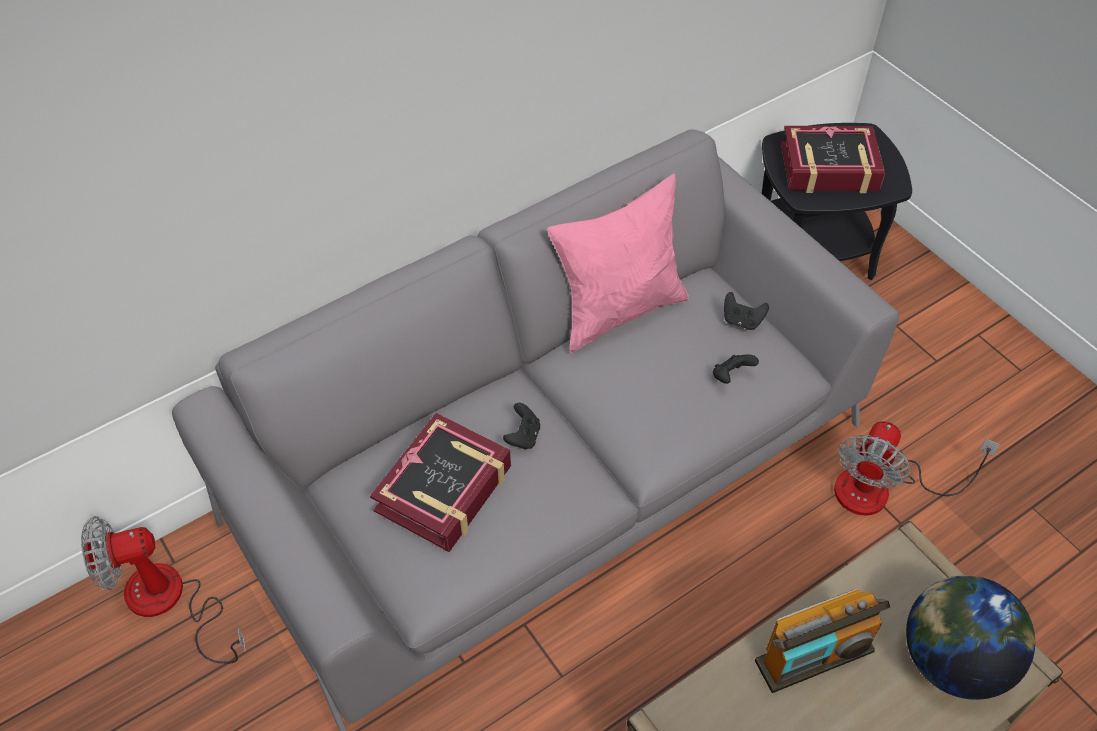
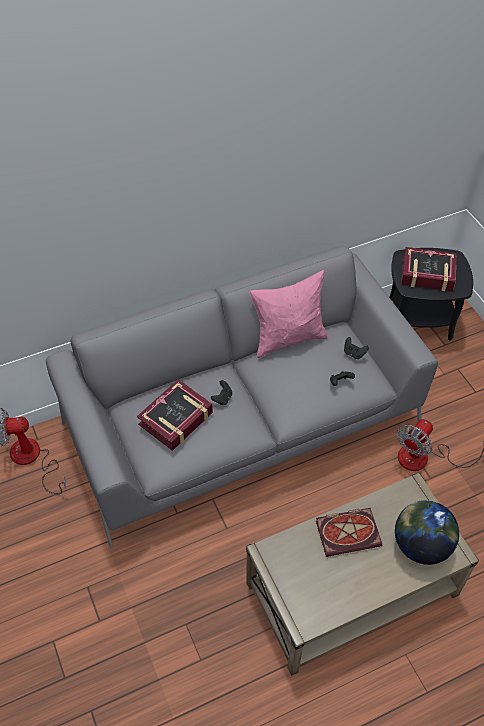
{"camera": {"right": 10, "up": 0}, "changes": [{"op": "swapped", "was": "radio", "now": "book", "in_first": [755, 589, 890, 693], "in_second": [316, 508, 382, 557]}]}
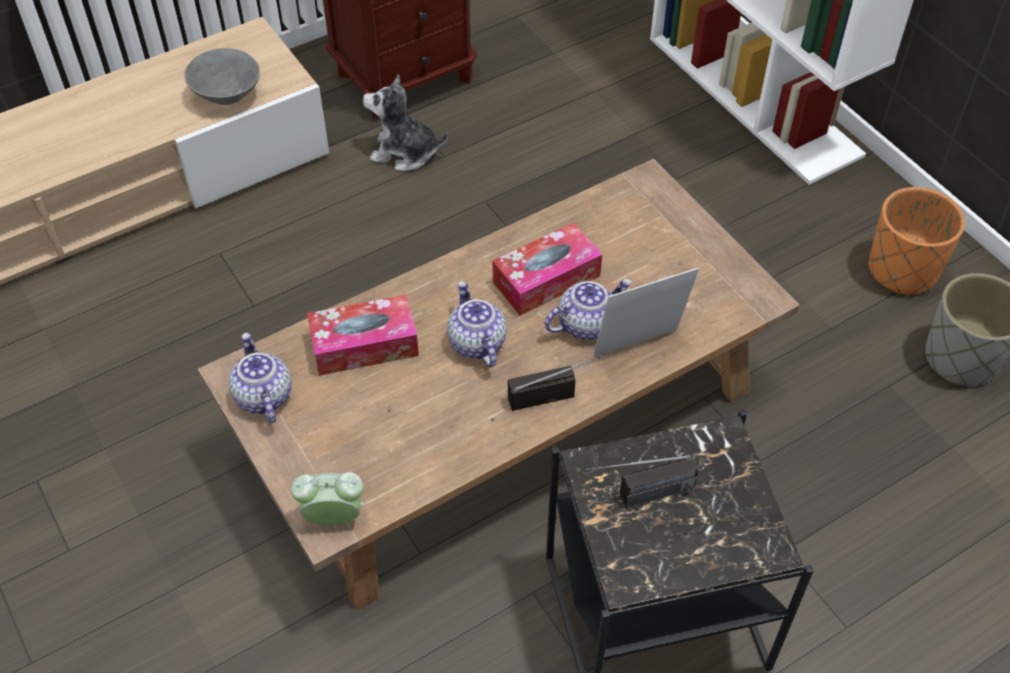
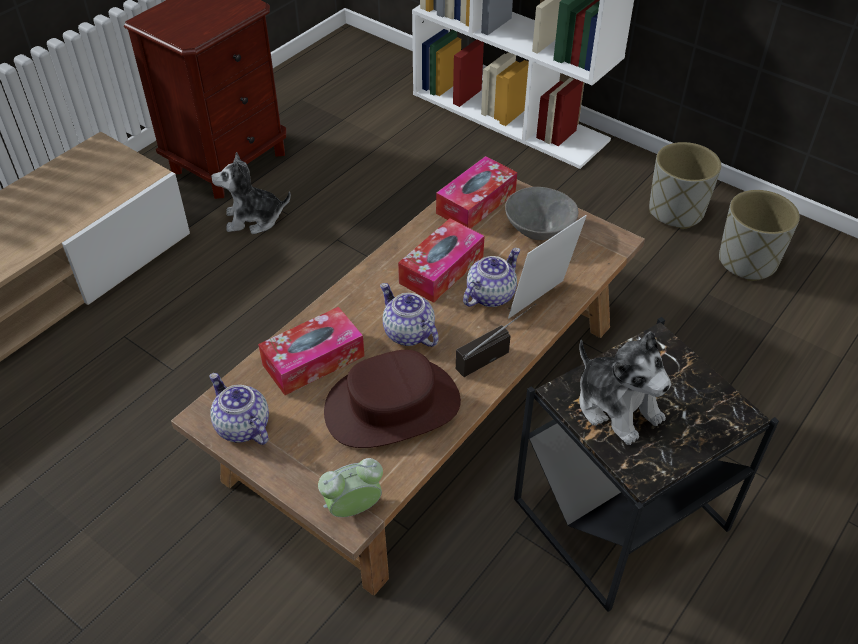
{"camera": {"right": -20, "up": -5}, "changes": [{"op": "shifted", "was": "bowl (grey)", "in_first": [185, 48, 260, 105], "in_second": [505, 187, 578, 240]}, {"op": "repainted", "was": "planter (orange)", "now": "planter (grey)", "in_first": [868, 187, 965, 296], "in_second": [649, 142, 721, 229]}, {"op": "swapped", "was": "radio", "now": "plush toy", "in_first": [586, 455, 699, 508], "in_second": [579, 331, 671, 445]}, {"op": "new", "now": "tissue box", "in_second": [436, 156, 517, 229]}, {"op": "new", "now": "hat (brown)", "in_second": [324, 350, 461, 448]}]}
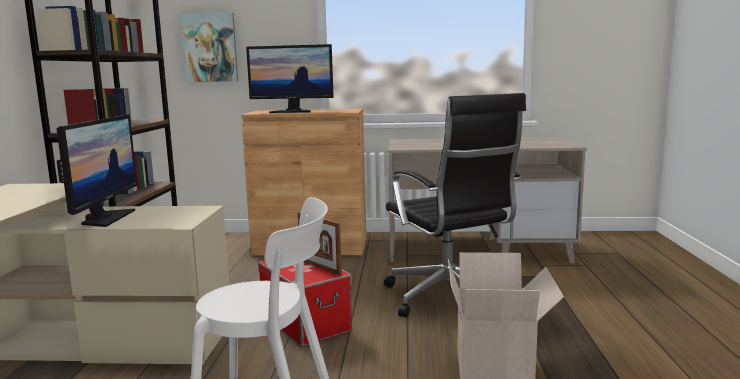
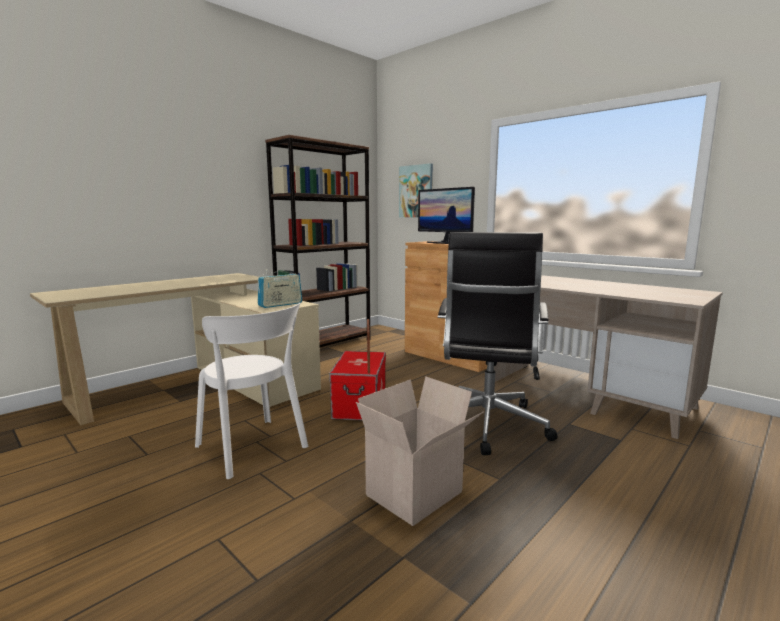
{"camera": {"right": 40, "up": 0}, "changes": [{"op": "gone", "was": "monitor", "in_first": [56, 115, 137, 227]}, {"op": "new", "now": "radio", "in_second": [258, 269, 302, 308]}]}
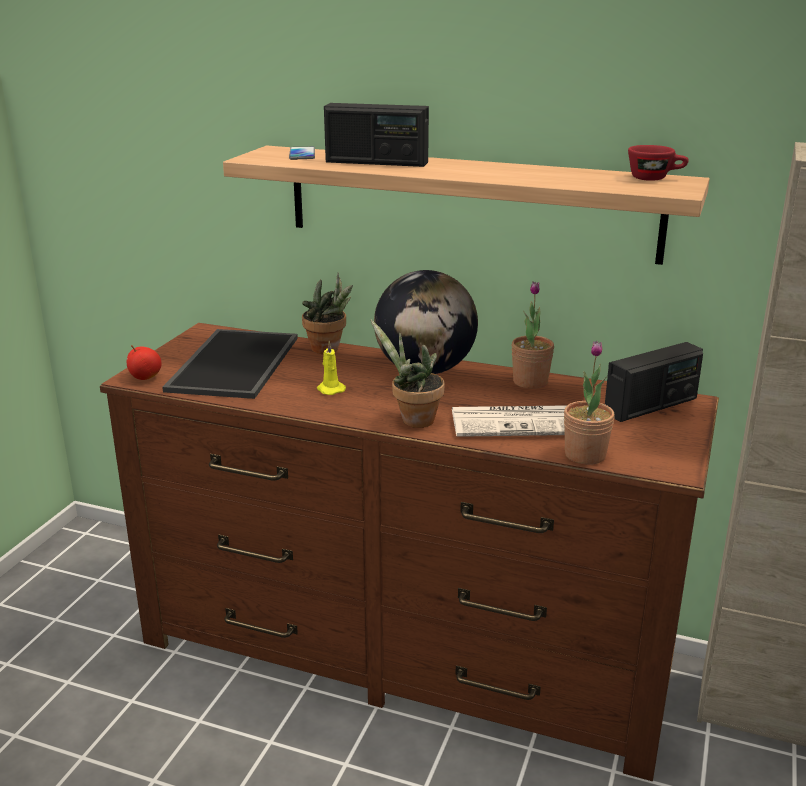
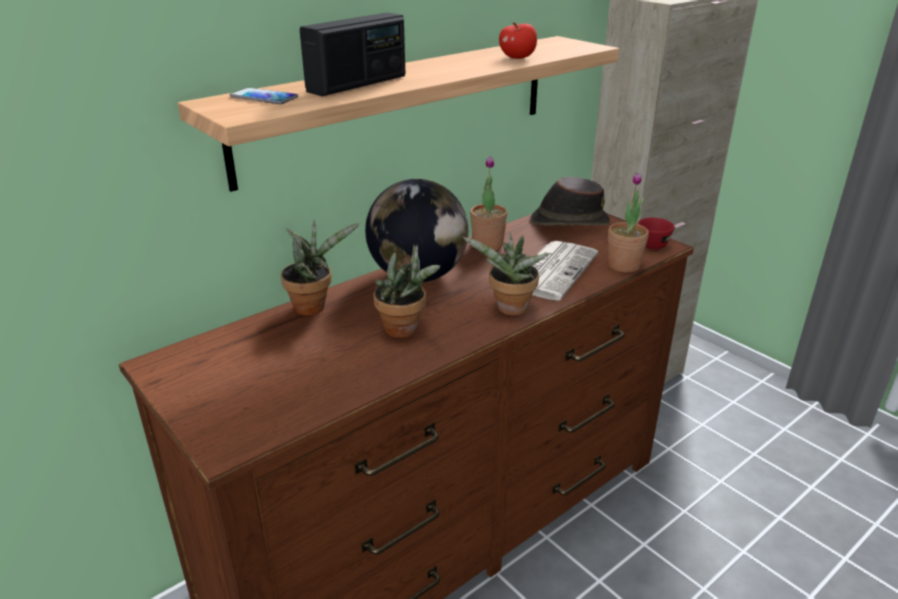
{"camera": {"right": -60, "up": 5}, "changes": [{"op": "shifted", "was": "cup (red)", "in_first": [628, 145, 689, 181], "in_second": [638, 218, 675, 249]}, {"op": "gone", "was": "tray", "in_first": [162, 329, 298, 399]}, {"op": "swapped", "was": "candle (yellow)", "now": "potted plant", "in_first": [317, 341, 346, 395], "in_second": [374, 245, 440, 338]}, {"op": "swapped", "was": "radio", "now": "hat (brown)", "in_first": [605, 342, 703, 422], "in_second": [530, 177, 610, 226]}, {"op": "shifted", "was": "apple", "in_first": [127, 345, 162, 380], "in_second": [499, 23, 537, 59]}]}
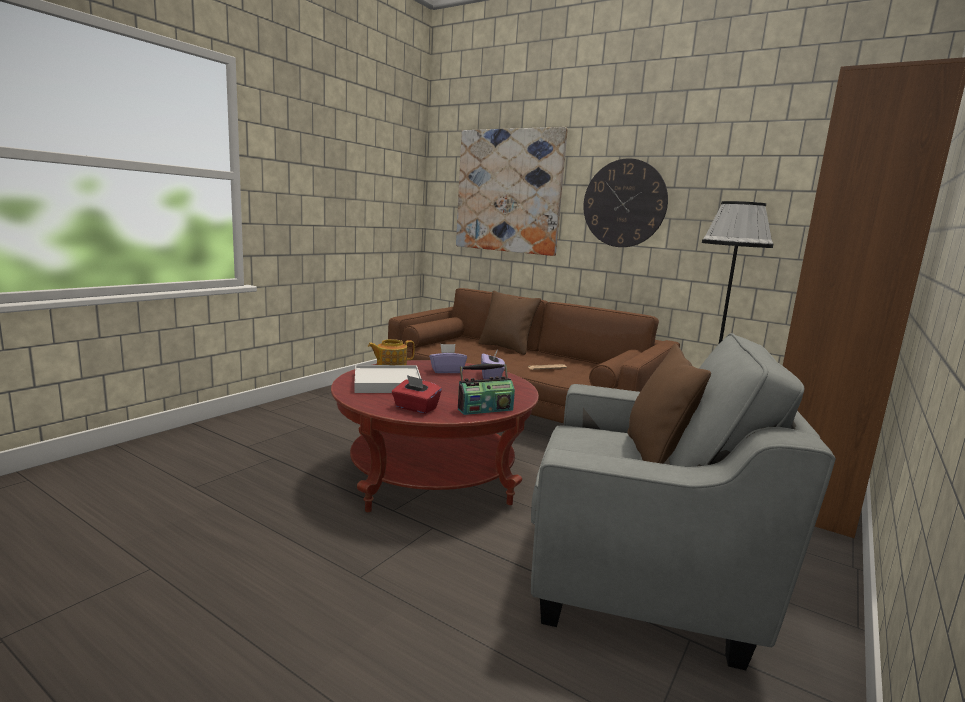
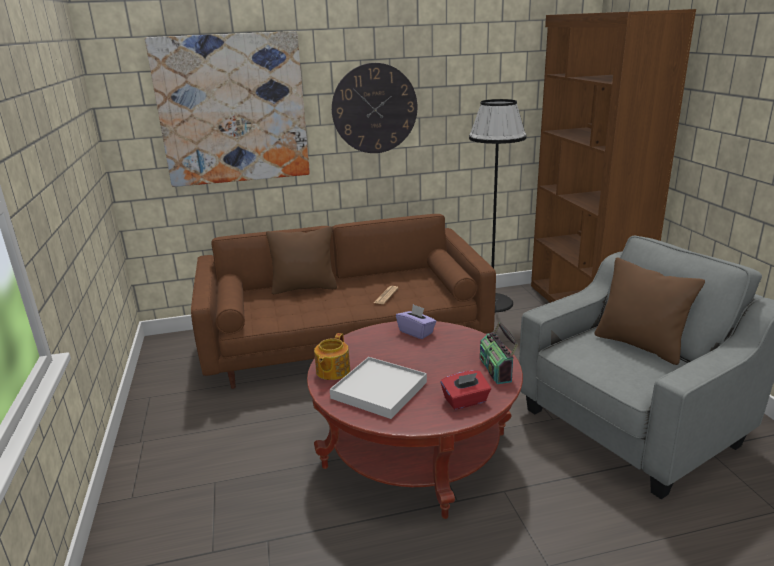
{"camera": {"right": -45, "up": 10}, "changes": [{"op": "gone", "was": "tissue box (purple)", "in_first": [429, 344, 467, 373]}, {"op": "rotated", "was": "radio", "in_first": [458, 364, 515, 415], "in_second": [480, 322, 518, 384], "clockwise": 150}]}
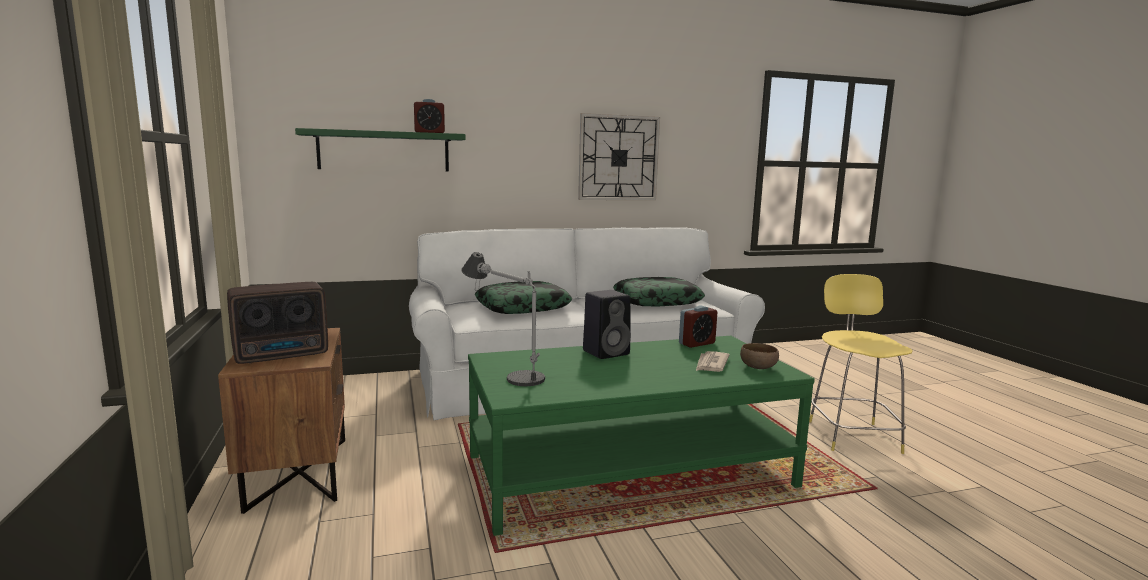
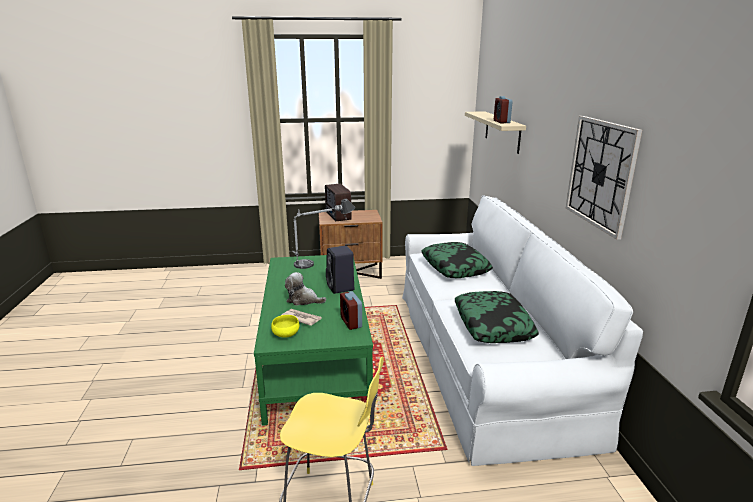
{"camera": {"right": 100, "up": 10}, "changes": [{"op": "repainted", "was": "shelf (green)", "now": "shelf (beige)", "in_first": [295, 128, 466, 171], "in_second": [465, 111, 526, 154]}, {"op": "repainted", "was": "bowl (brown)", "now": "bowl (yellow)", "in_first": [740, 343, 779, 369], "in_second": [271, 315, 300, 338]}, {"op": "new", "now": "plush toy", "in_second": [285, 272, 326, 306]}]}
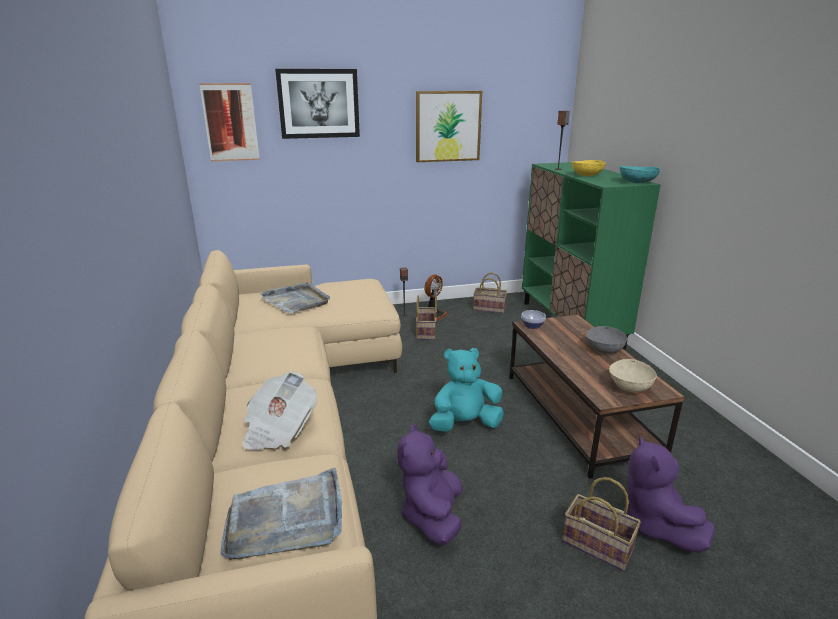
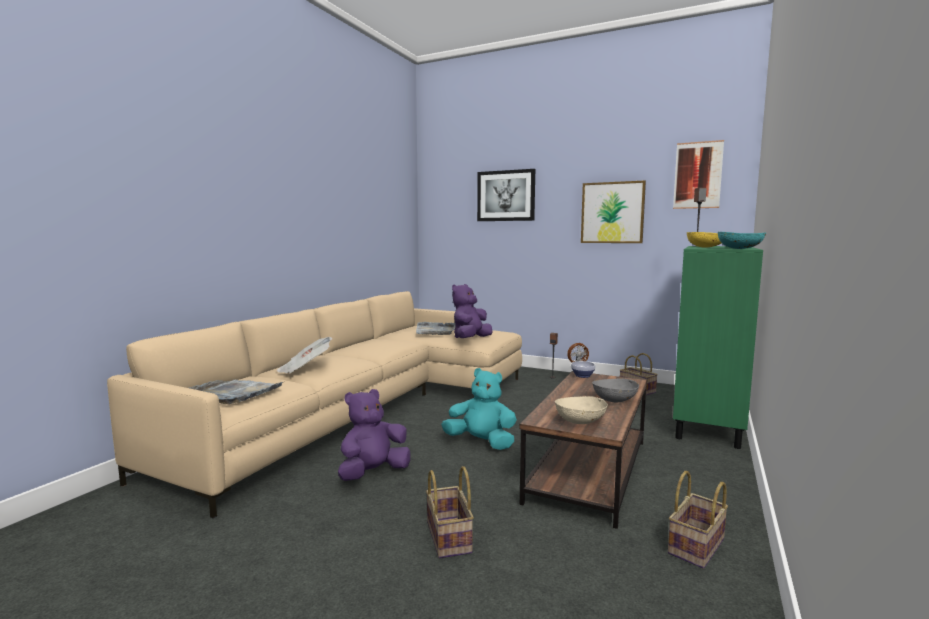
{"camera": {"right": 40, "up": -15}, "changes": [{"op": "shifted", "was": "picture", "in_first": [199, 83, 260, 161], "in_second": [673, 140, 724, 209]}, {"op": "shifted", "was": "basket", "in_first": [416, 295, 437, 340], "in_second": [668, 471, 728, 569]}, {"op": "shifted", "was": "plush toy (purple)", "in_first": [627, 435, 715, 553], "in_second": [452, 284, 492, 338]}]}
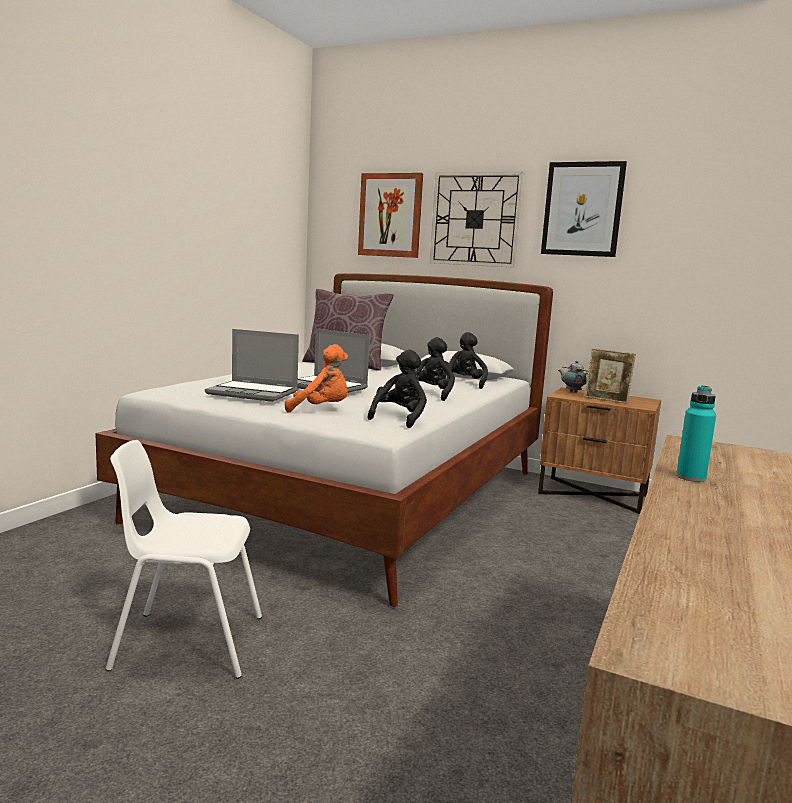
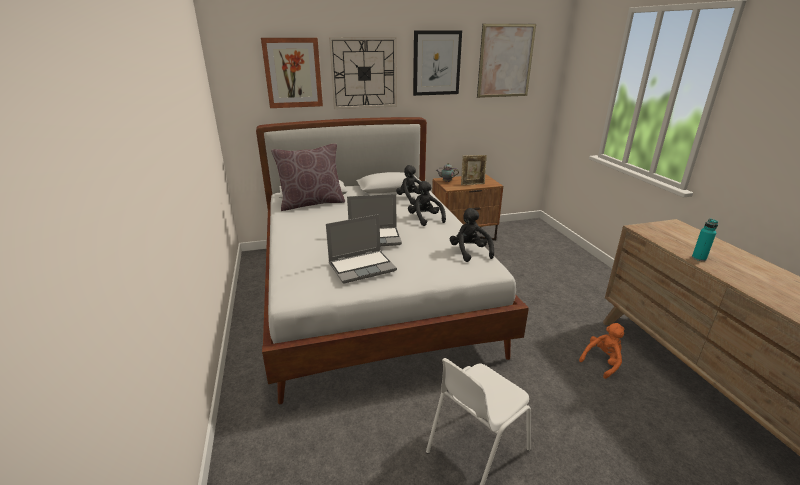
{"camera": {"right": -40, "up": 15}, "changes": [{"op": "shifted", "was": "plush toy (orange)", "in_first": [285, 344, 348, 413], "in_second": [579, 323, 624, 379]}, {"op": "new", "now": "picture", "in_second": [477, 24, 536, 98]}]}
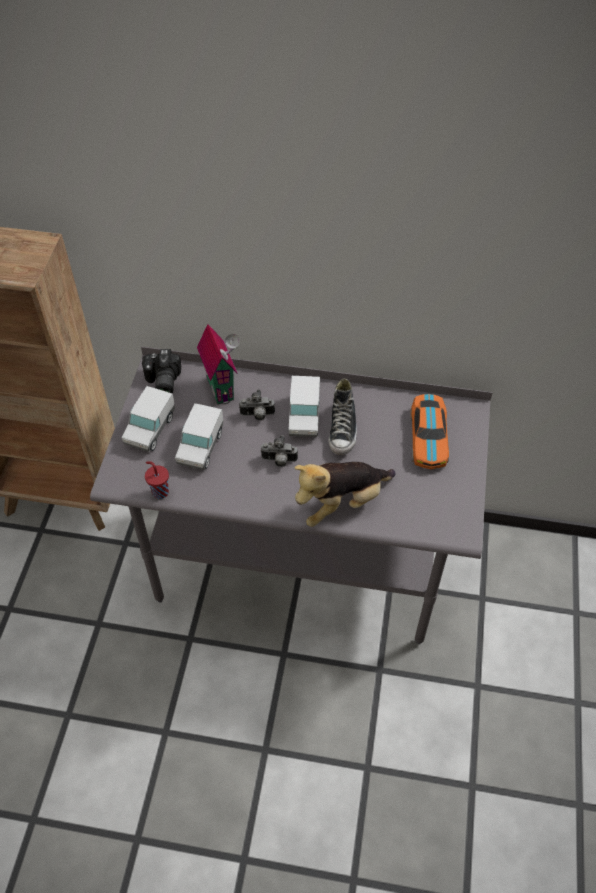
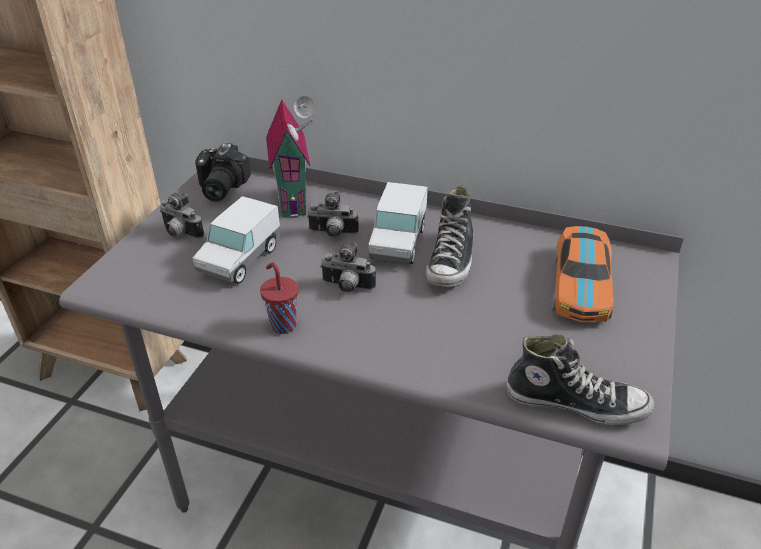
{"camera": {"right": 10, "up": -15}, "changes": [{"op": "swapped", "was": "toy truck", "now": "photo camera", "in_first": [121, 386, 175, 452], "in_second": [160, 193, 204, 239]}, {"op": "shifted", "was": "cup (red)", "in_first": [145, 461, 169, 499], "in_second": [260, 262, 299, 334]}, {"op": "gone", "was": "plush toy", "in_first": [294, 462, 396, 527]}, {"op": "new", "now": "shoe", "in_second": [506, 334, 654, 426]}]}
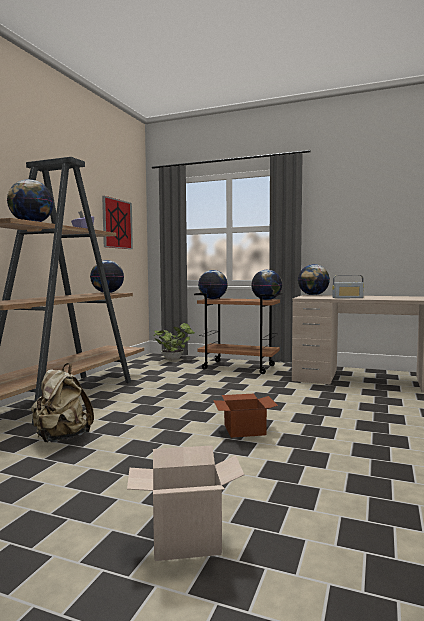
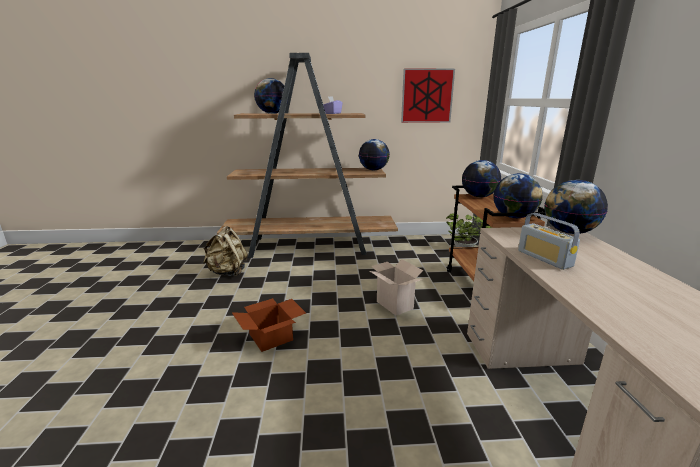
{"camera": {"right": 65, "up": 15}, "changes": [{"op": "shifted", "was": "cardboard box", "in_first": [127, 445, 244, 561], "in_second": [370, 259, 423, 316]}]}
